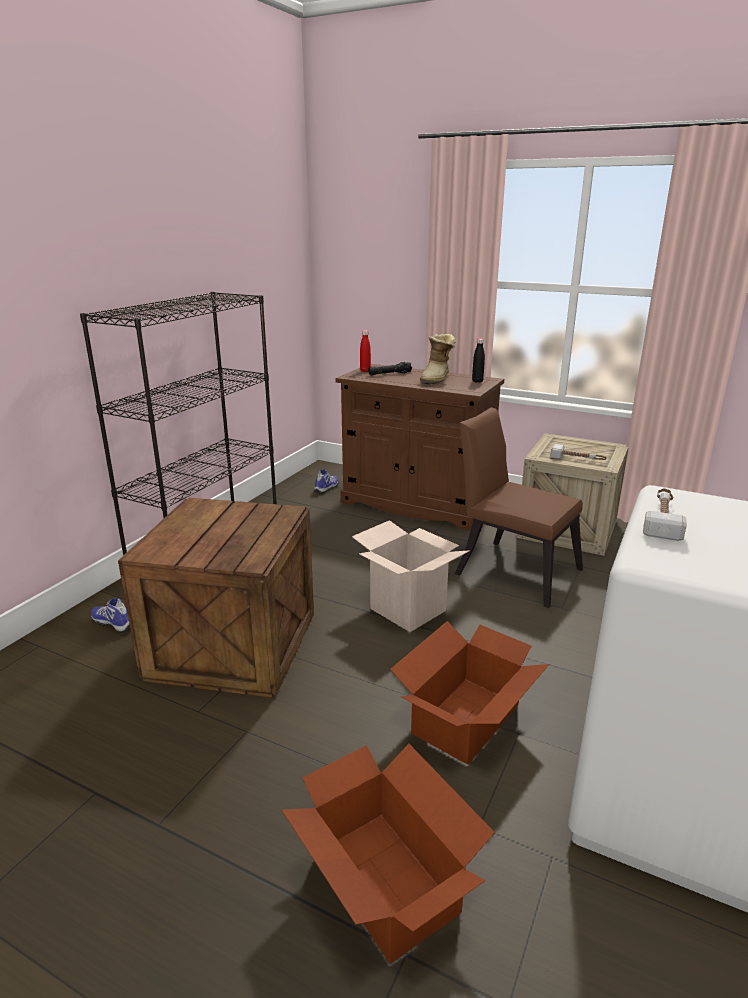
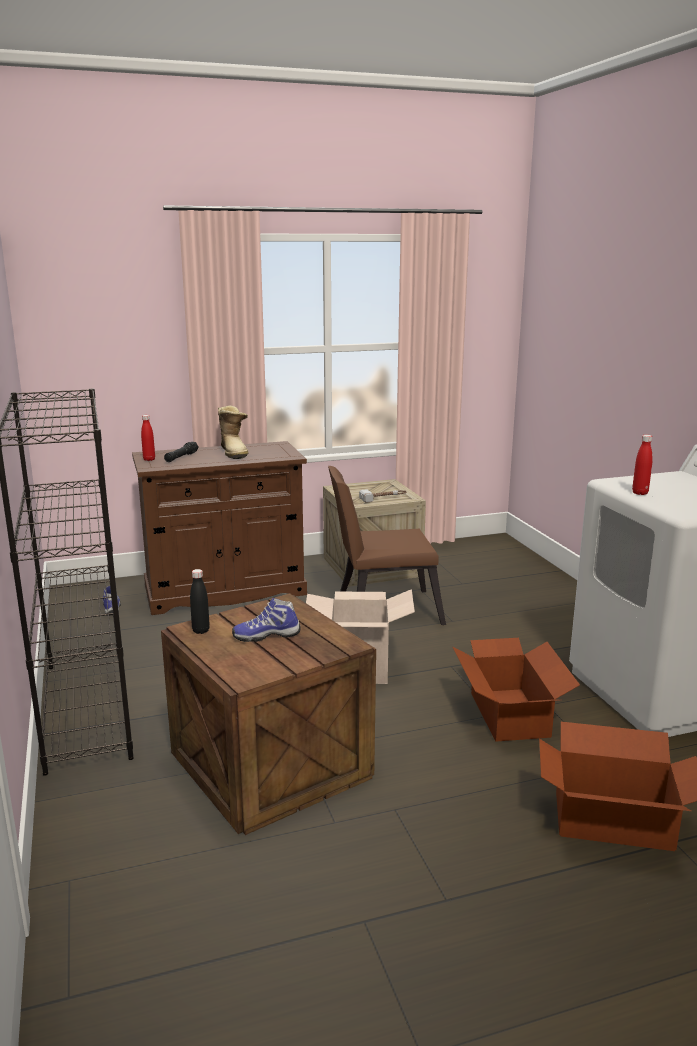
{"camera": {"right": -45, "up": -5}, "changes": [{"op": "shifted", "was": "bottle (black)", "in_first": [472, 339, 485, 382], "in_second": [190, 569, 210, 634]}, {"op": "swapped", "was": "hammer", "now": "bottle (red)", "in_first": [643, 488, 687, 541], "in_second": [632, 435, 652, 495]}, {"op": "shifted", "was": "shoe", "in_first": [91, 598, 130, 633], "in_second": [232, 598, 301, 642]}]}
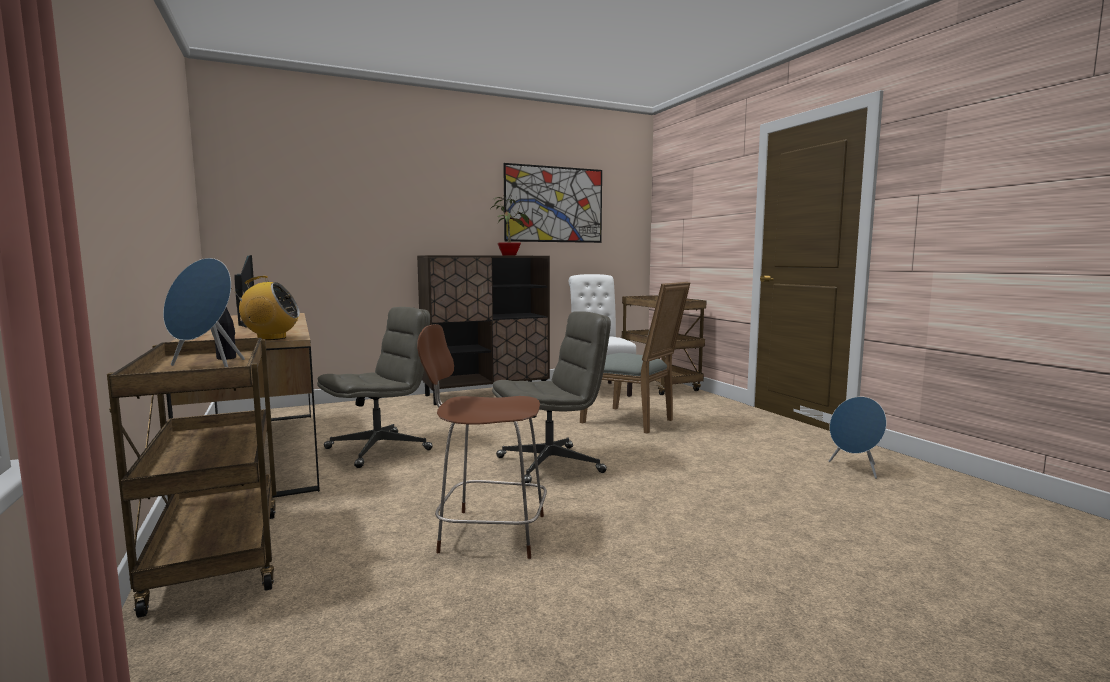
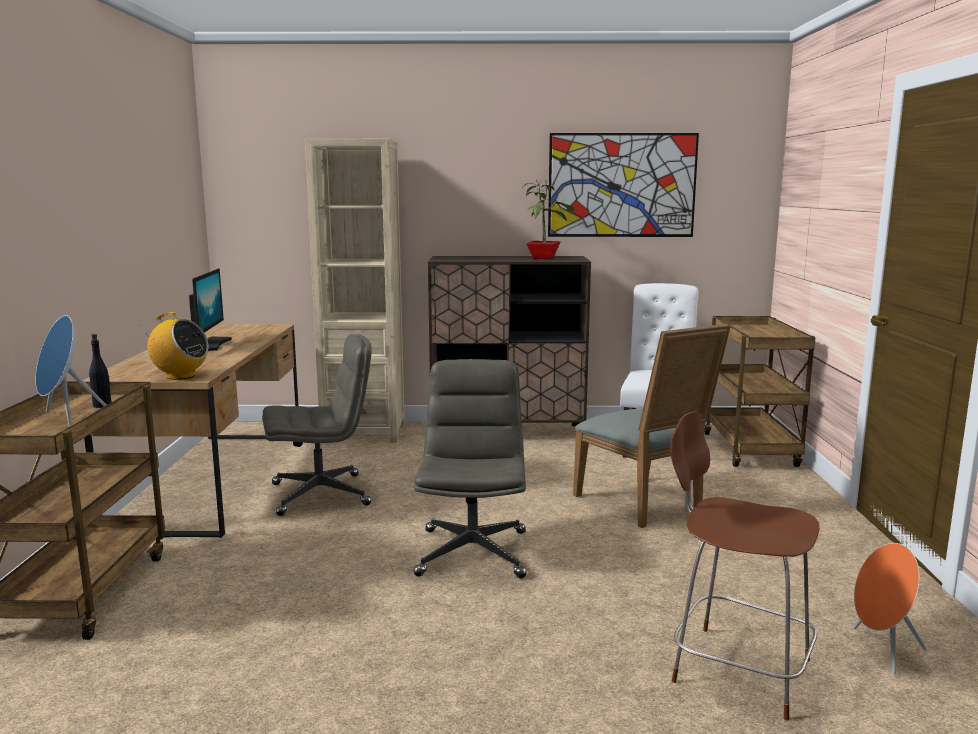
{"camera": {"right": 25, "up": 5}, "changes": [{"op": "rotated", "was": "office chair (grey)", "in_first": [492, 311, 611, 483], "in_second": [413, 359, 526, 578], "clockwise": -90}, {"op": "shifted", "was": "chair (brown)", "in_first": [417, 324, 547, 559], "in_second": [670, 411, 820, 720]}, {"op": "repainted", "was": "speaker (blue)", "now": "speaker (orange)", "in_first": [829, 396, 887, 479], "in_second": [853, 543, 926, 675]}, {"op": "new", "now": "bookcase (beige)", "in_second": [305, 139, 405, 443]}]}
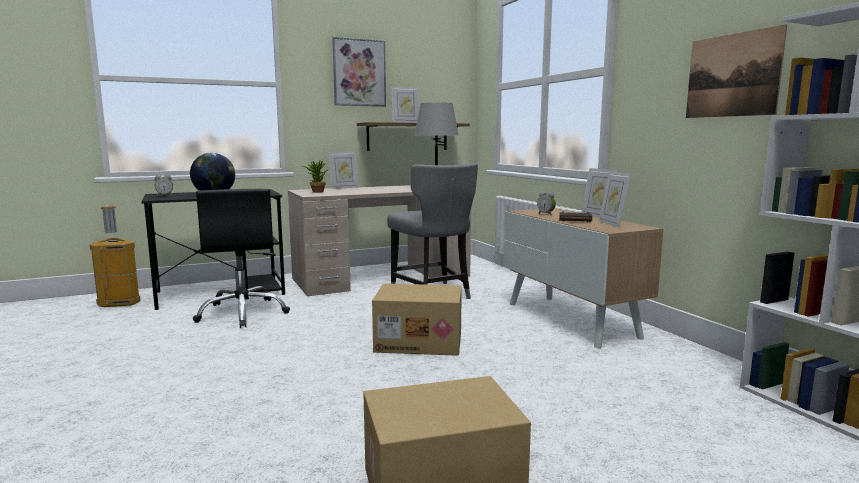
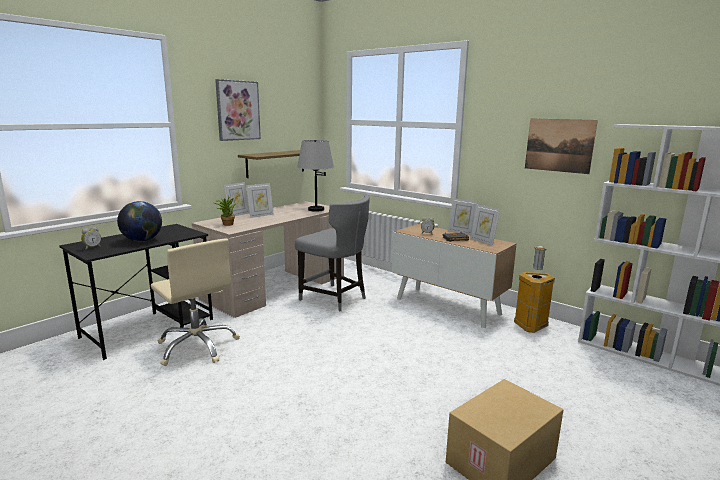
{"camera": {"right": -25, "up": 5}, "changes": [{"op": "shifted", "was": "picture frame", "in_first": [391, 87, 420, 123], "in_second": [246, 183, 274, 218]}, {"op": "repainted", "was": "office chair (black)", "now": "office chair (beige)", "in_first": [193, 189, 290, 328], "in_second": [151, 238, 240, 366]}, {"op": "shifted", "was": "trash can", "in_first": [90, 205, 141, 307], "in_second": [514, 246, 555, 333]}, {"op": "gone", "was": "cardboard box", "in_first": [372, 284, 462, 356]}]}
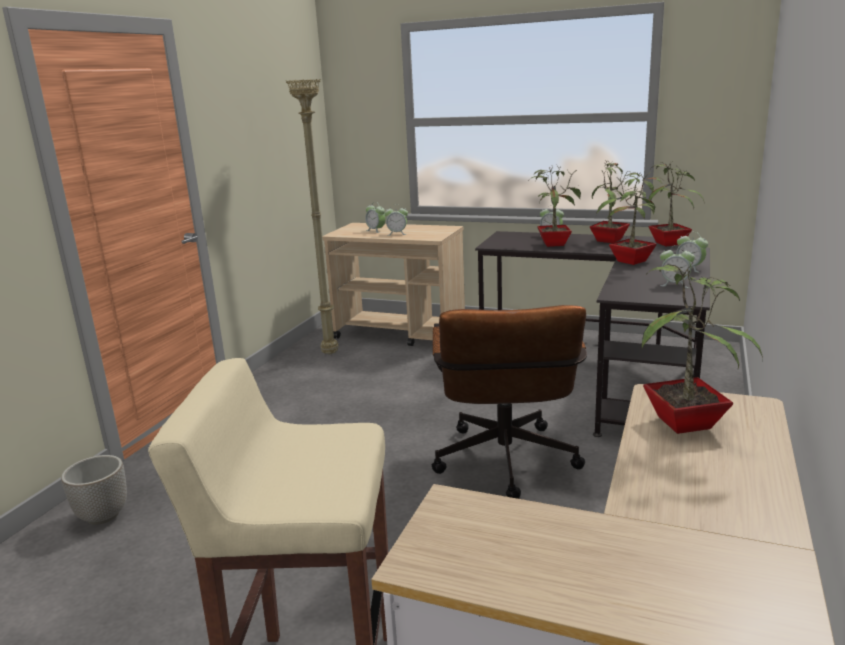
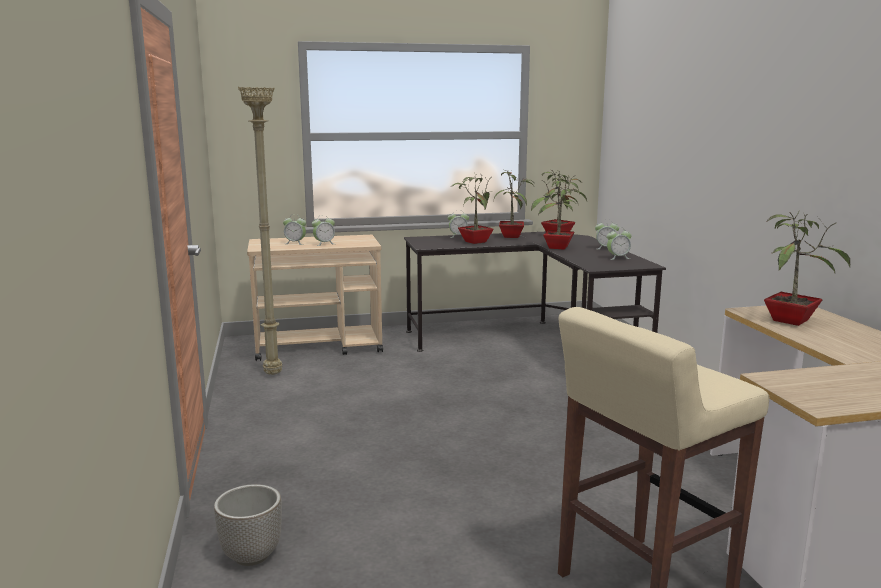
{"camera": {"right": -35, "up": -5}, "changes": [{"op": "gone", "was": "office chair (brown)", "in_first": [431, 305, 587, 499]}]}
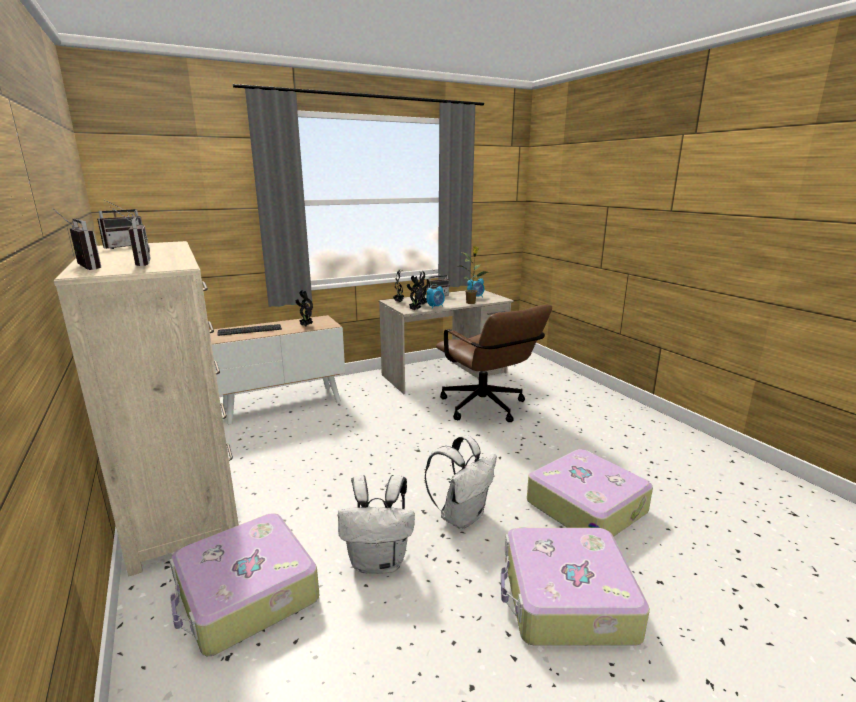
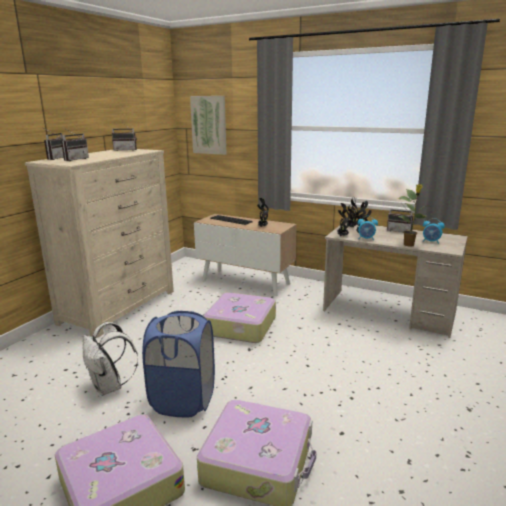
{"camera": {"right": 55, "up": 0}, "changes": [{"op": "gone", "was": "office chair (brown)", "in_first": [436, 305, 552, 422]}, {"op": "swapped", "was": "backpack (white)", "now": "laundry basket (blue)", "in_first": [425, 435, 497, 529], "in_second": [142, 311, 215, 417]}, {"op": "shifted", "was": "suitcase", "in_first": [170, 513, 319, 656], "in_second": [203, 292, 276, 343]}, {"op": "new", "now": "picture", "in_second": [190, 96, 226, 155]}]}
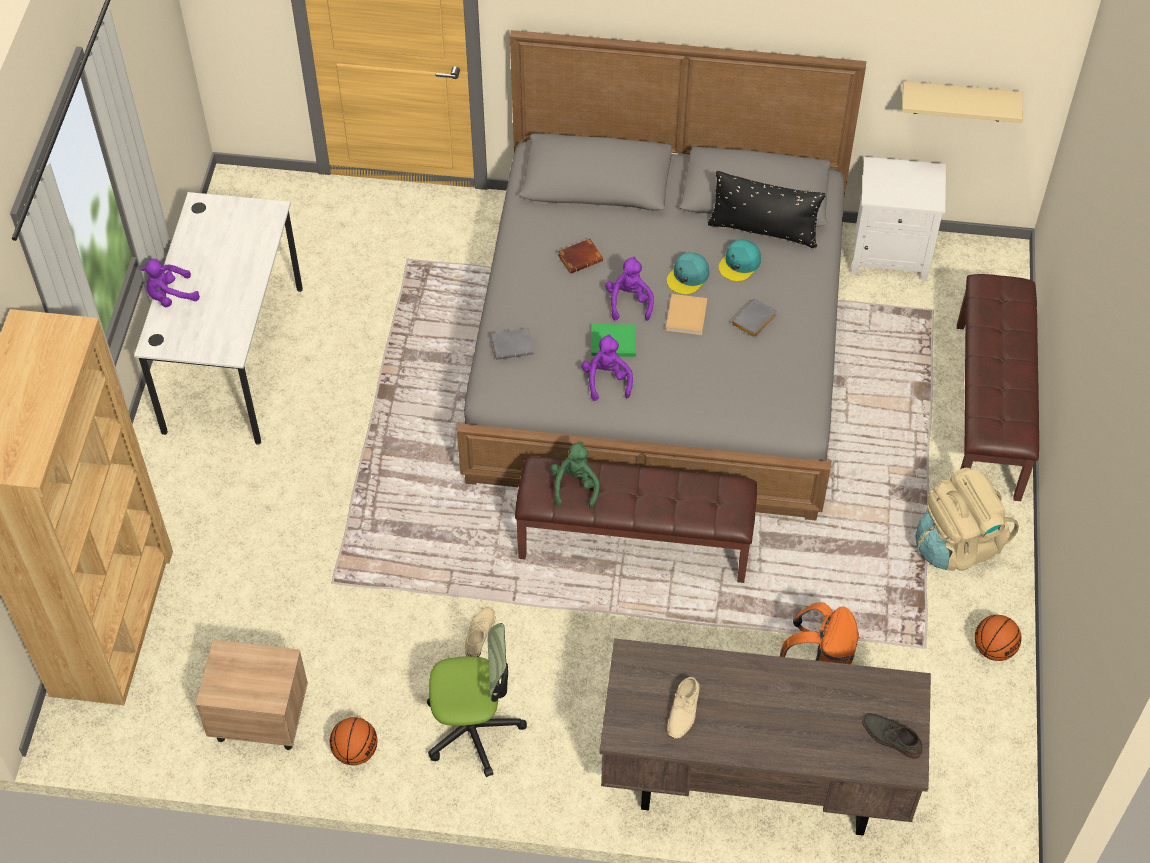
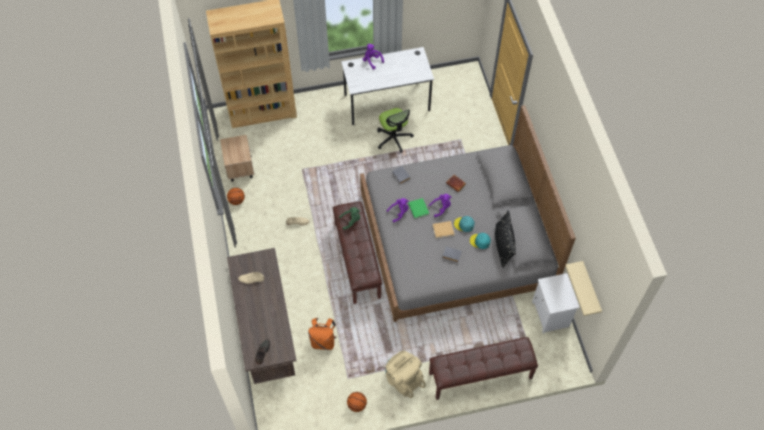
{"camera": {"right": 70, "up": 5}, "changes": [{"op": "shifted", "was": "office chair", "in_first": [427, 623, 527, 777], "in_second": [377, 108, 414, 153]}]}
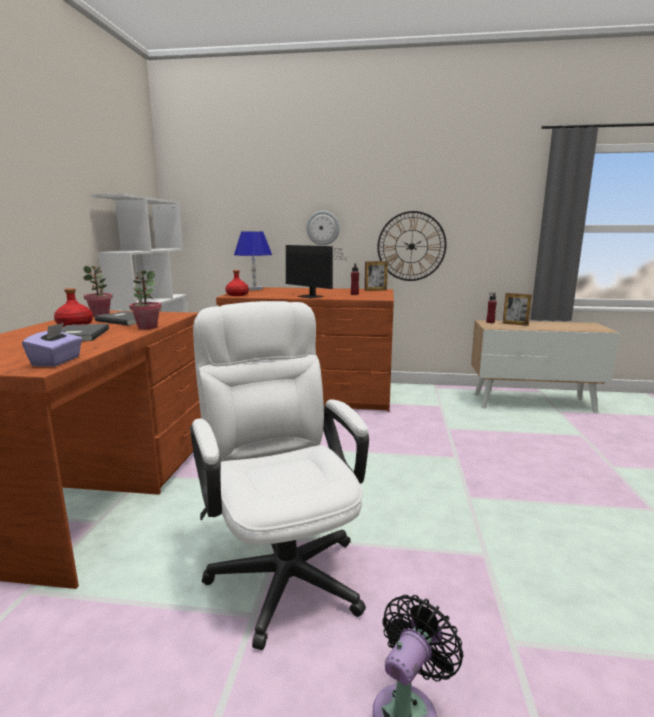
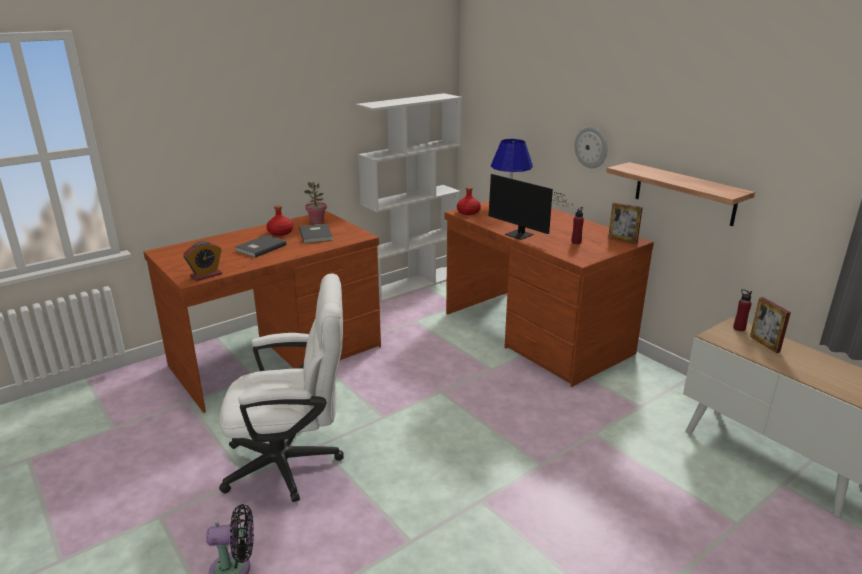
{"camera": {"right": 45, "up": 10}, "changes": [{"op": "swapped", "was": "wall clock", "now": "shelf", "in_first": [377, 211, 447, 281], "in_second": [606, 162, 755, 226]}, {"op": "rotated", "was": "monitor", "in_first": [286, 245, 350, 298], "in_second": [488, 174, 574, 240], "clockwise": -45}, {"op": "gone", "was": "potted plant", "in_first": [129, 270, 162, 329]}, {"op": "rotated", "was": "office chair (white)", "in_first": [190, 301, 369, 650], "in_second": [219, 273, 343, 502], "clockwise": 60}, {"op": "swapped", "was": "tissue box (purple)", "now": "alarm clock", "in_first": [22, 322, 83, 367], "in_second": [183, 241, 222, 281]}]}
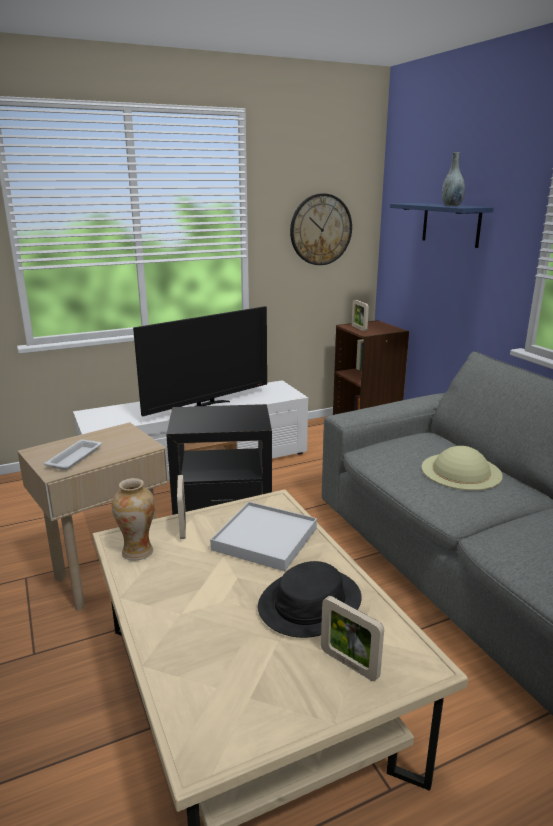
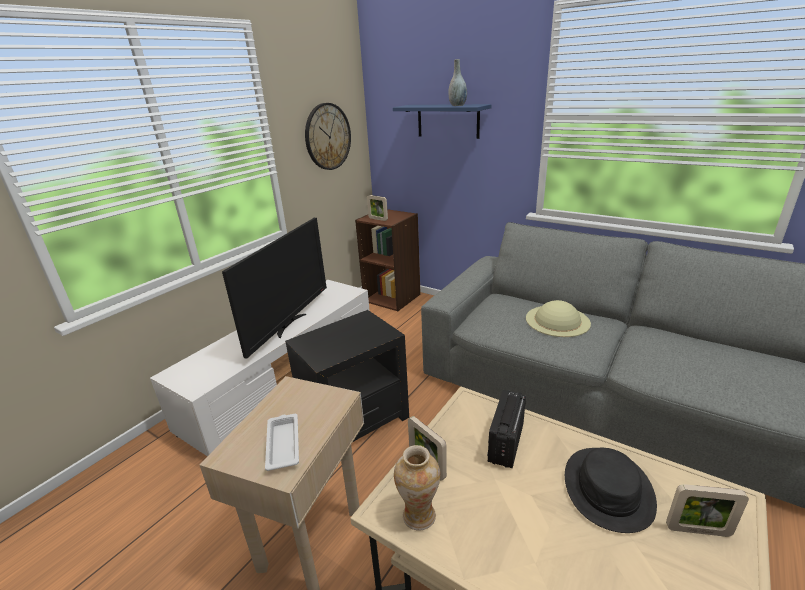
{"camera": {"right": -30, "up": 5}, "changes": [{"op": "swapped", "was": "tray (white)", "now": "radio", "in_first": [210, 502, 317, 571], "in_second": [487, 390, 526, 468]}]}
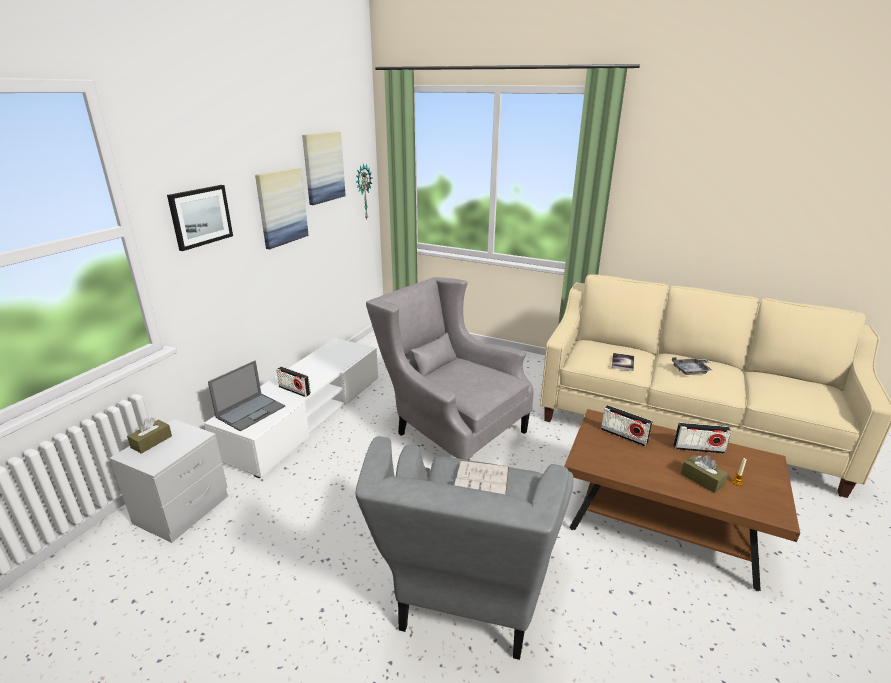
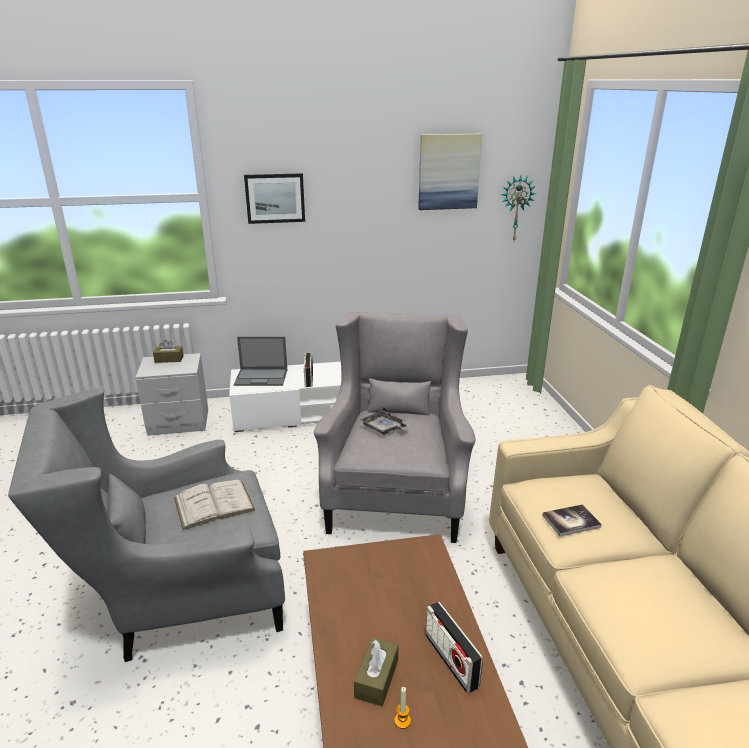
{"camera": {"right": 55, "up": 0}, "changes": [{"op": "gone", "was": "picture", "in_first": [255, 167, 309, 249]}, {"op": "shifted", "was": "tray (grey)", "in_first": [672, 357, 712, 375], "in_second": [360, 407, 410, 435]}, {"op": "gone", "was": "radio", "in_first": [601, 405, 653, 447]}]}
